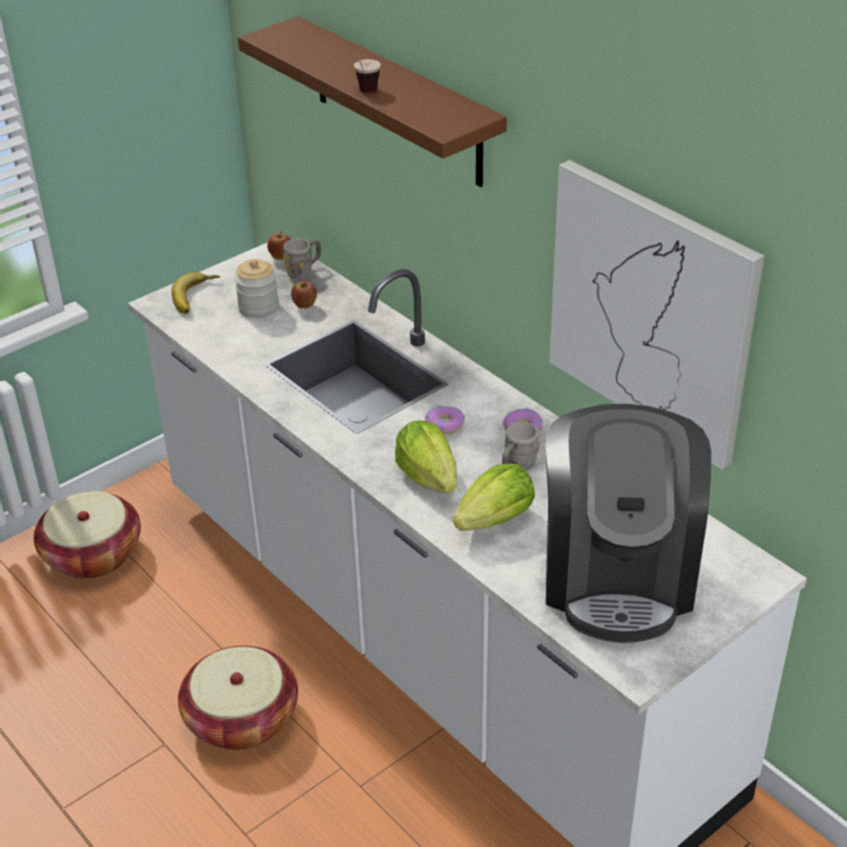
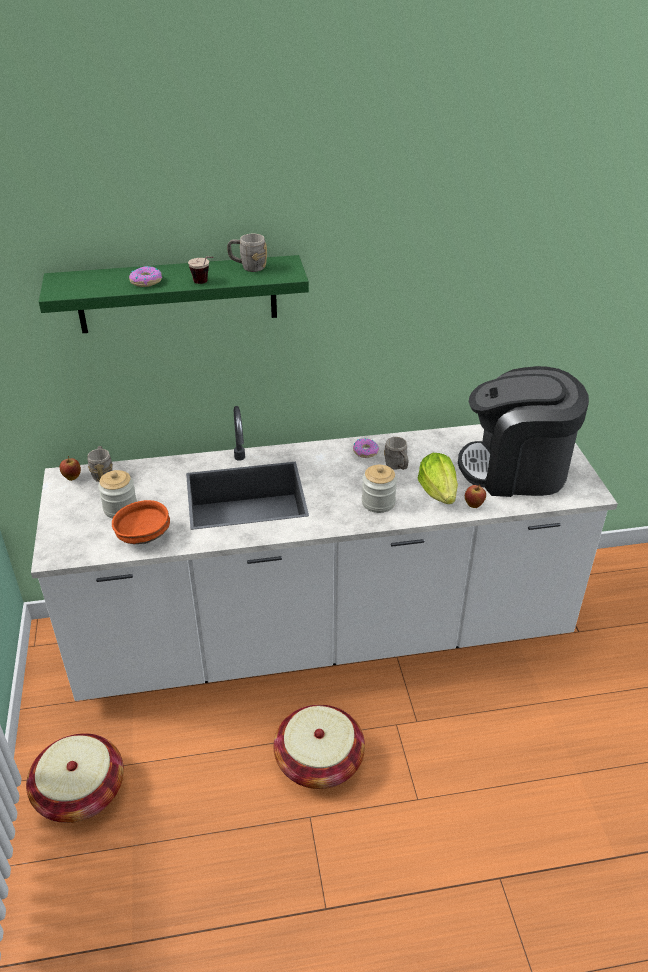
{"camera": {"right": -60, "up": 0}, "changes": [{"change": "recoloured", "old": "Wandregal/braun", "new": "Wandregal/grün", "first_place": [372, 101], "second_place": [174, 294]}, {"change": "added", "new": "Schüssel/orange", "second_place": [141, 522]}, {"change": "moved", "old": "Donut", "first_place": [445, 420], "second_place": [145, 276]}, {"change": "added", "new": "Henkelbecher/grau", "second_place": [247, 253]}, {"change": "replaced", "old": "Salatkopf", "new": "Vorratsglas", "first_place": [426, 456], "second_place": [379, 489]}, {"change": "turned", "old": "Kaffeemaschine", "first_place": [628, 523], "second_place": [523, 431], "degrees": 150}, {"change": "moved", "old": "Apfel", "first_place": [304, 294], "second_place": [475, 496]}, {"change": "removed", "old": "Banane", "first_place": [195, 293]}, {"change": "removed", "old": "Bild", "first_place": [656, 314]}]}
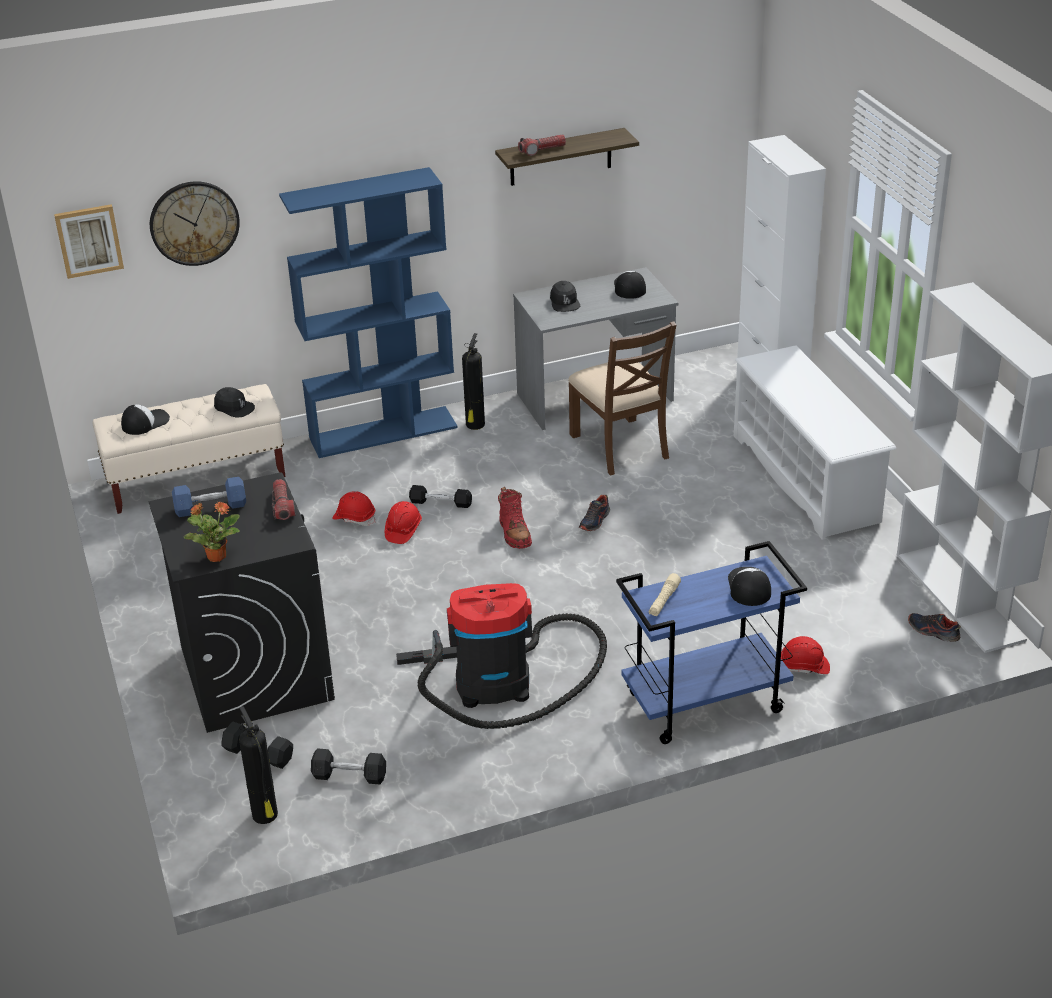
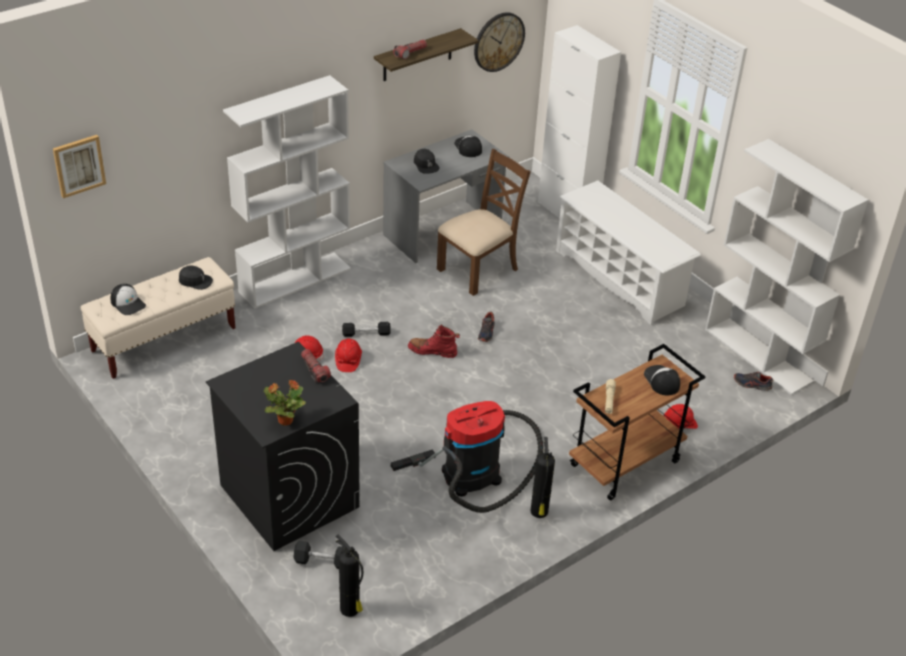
{"camera": {"right": -20, "up": 5}, "changes": [{"change": "turned", "old": "Kappe", "first_place": [145, 419], "second_place": [128, 299], "degrees": 105}, {"change": "recoloured", "old": "Bücherregal/blau", "new": "Bücherregal/weiß", "first_place": [368, 312], "second_place": [287, 192]}, {"change": "turned", "old": "Stiefel/rot", "first_place": [515, 518], "second_place": [434, 341], "degrees": 135}, {"change": "turned", "old": "Stuhl/braun", "first_place": [622, 398], "second_place": [484, 222], "degrees": -90}, {"change": "moved", "old": "Wanduhr", "first_place": [195, 223], "second_place": [499, 42]}, {"change": "moved", "old": "Feuerlöscher", "first_place": [473, 381], "second_place": [542, 477]}, {"change": "recoloured", "old": "Rollwagen/blau", "new": "Rollwagen/braun", "first_place": [711, 642], "second_place": [637, 422]}, {"change": "removed", "old": "Hantel/blau", "first_place": [209, 497]}, {"change": "removed", "old": "Hantel/schwarz", "first_place": [348, 766]}]}
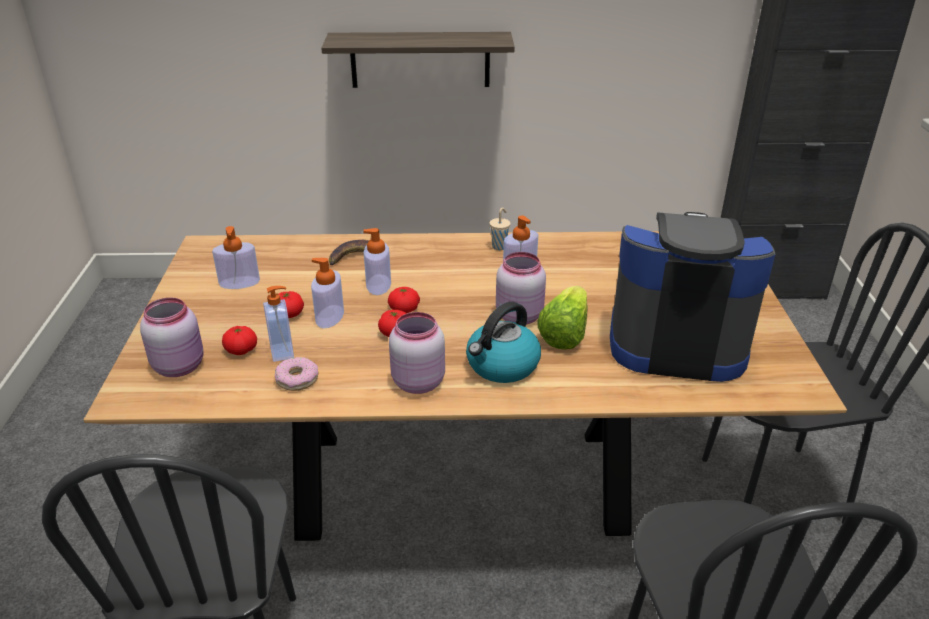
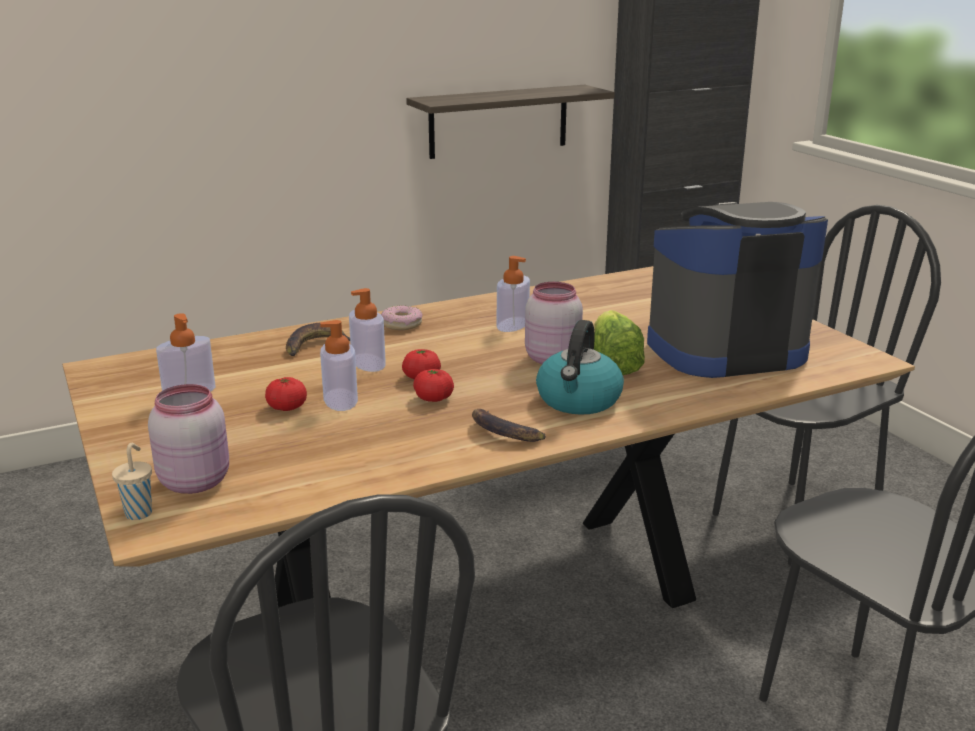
{"camera": {"right": -25, "up": -10}, "changes": [{"change": "moved", "old": "Tasse/beige", "first_place": [500, 229], "second_place": [132, 481]}, {"change": "moved", "old": "Donut", "first_place": [296, 374], "second_place": [402, 317]}, {"change": "moved", "old": "Wandregal", "first_place": [418, 60], "second_place": [510, 122]}, {"change": "replaced", "old": "Vorratsglas/rosa", "new": "Banane", "first_place": [417, 353], "second_place": [509, 425]}, {"change": "removed", "old": "Tomate", "first_place": [239, 340]}, {"change": "removed", "old": "Seifenspender", "first_place": [278, 324]}]}
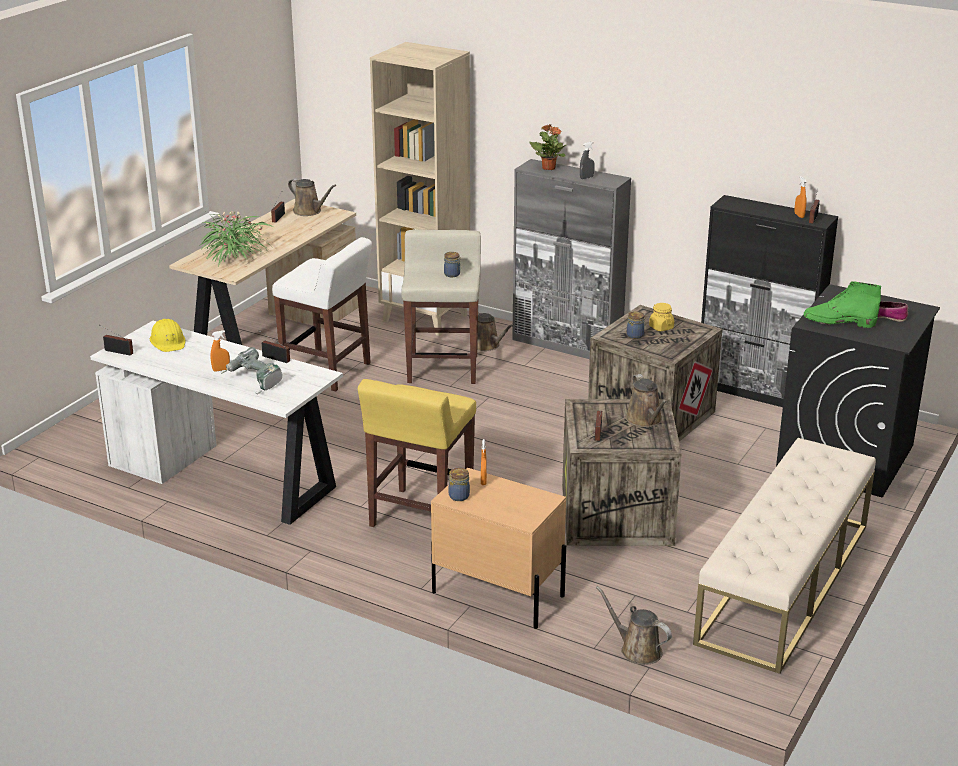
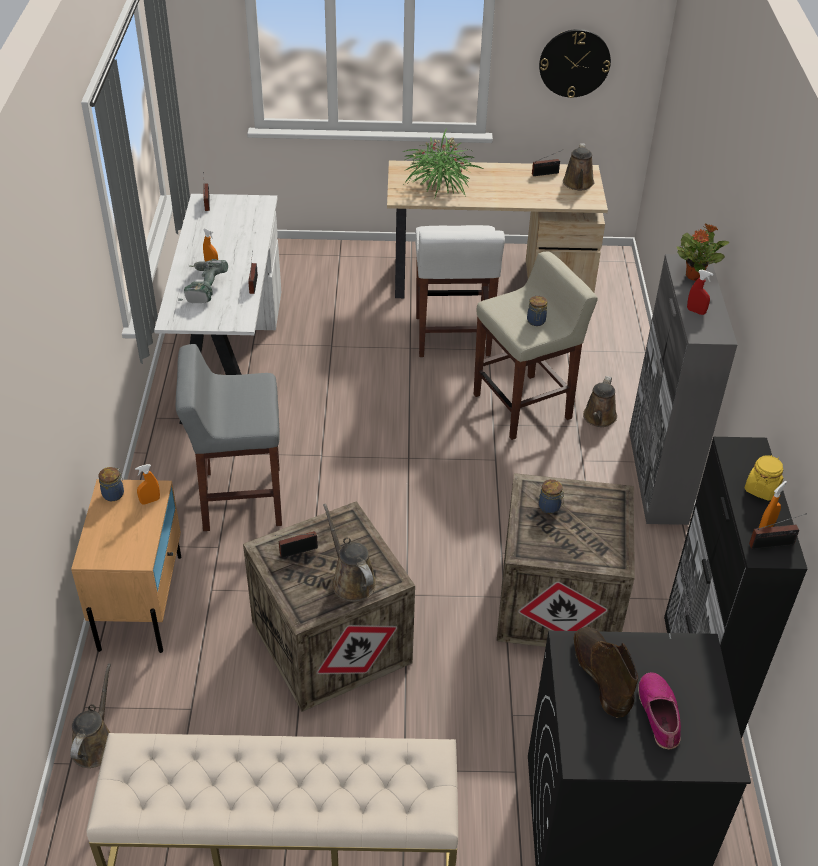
{"camera": {"right": 60, "up": 15}, "changes": [{"change": "recoloured", "old": "Hocker/gelb", "new": "Hocker/grau", "first_place": [417, 453], "second_place": [229, 437]}, {"change": "turned", "old": "Gießkanne/braun", "first_place": [646, 400], "second_place": [349, 552], "degrees": 105}, {"change": "added", "new": "Wanduhr", "second_place": [575, 63]}, {"change": "recoloured", "old": "Stiefel/grün", "new": "Stiefel/braun", "first_place": [842, 304], "second_place": [606, 672]}, {"change": "recoloured", "old": "Sprühflasche/grau", "new": "Sprühflasche/rot", "first_place": [587, 160], "second_place": [700, 292]}, {"change": "moved", "old": "Vorratsglas/gelb", "first_place": [661, 317], "second_place": [764, 478]}, {"change": "removed", "old": "Schutzhelm/gelb", "first_place": [167, 335]}, {"change": "removed", "old": "Bücherregal/beige", "first_place": [420, 189]}]}
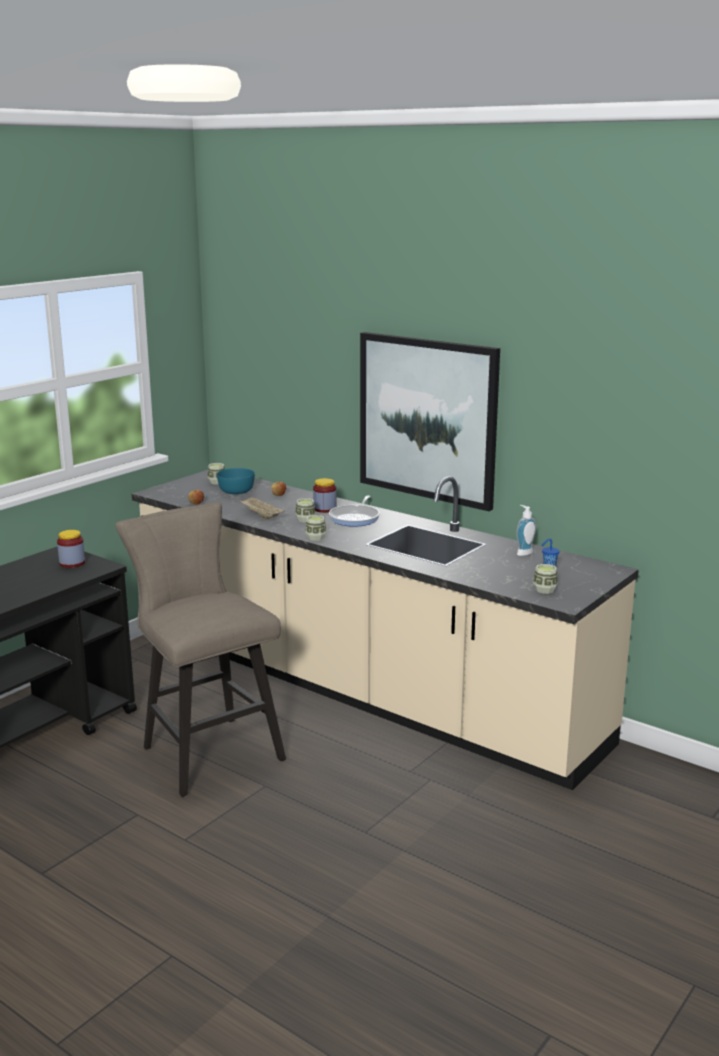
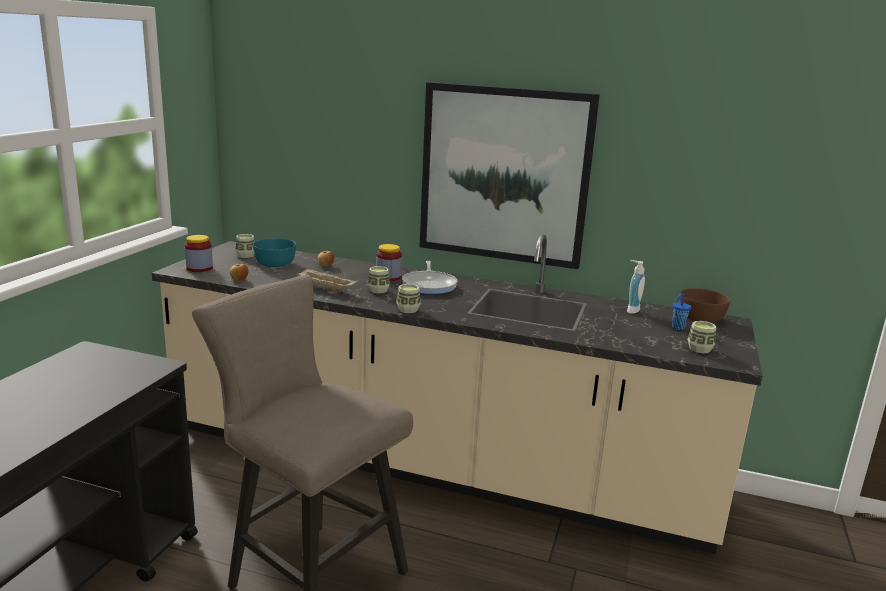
{"camera": {"right": -20, "up": 0}, "changes": [{"change": "moved", "old": "Vorratsglas", "first_place": [71, 549], "second_place": [199, 253]}, {"change": "added", "new": "Schüssel/braun", "second_place": [705, 305]}]}
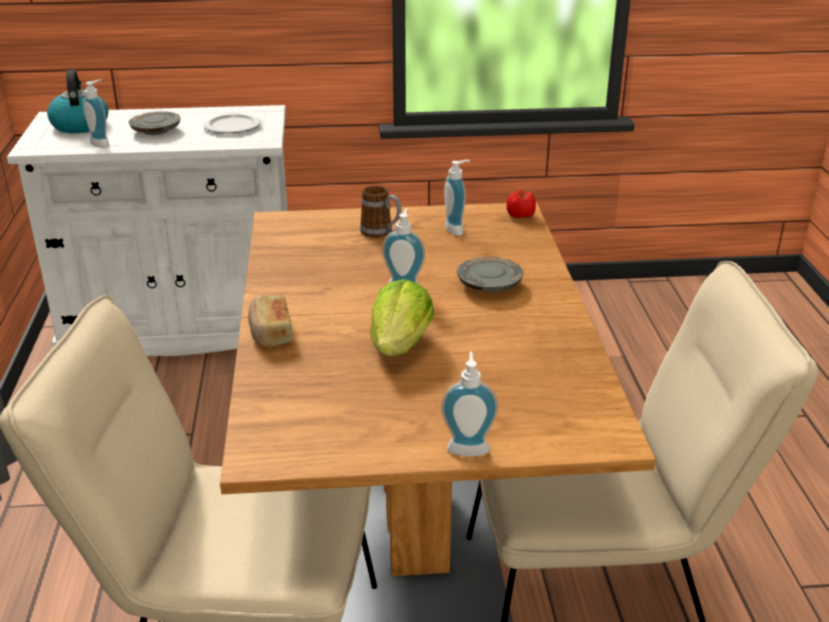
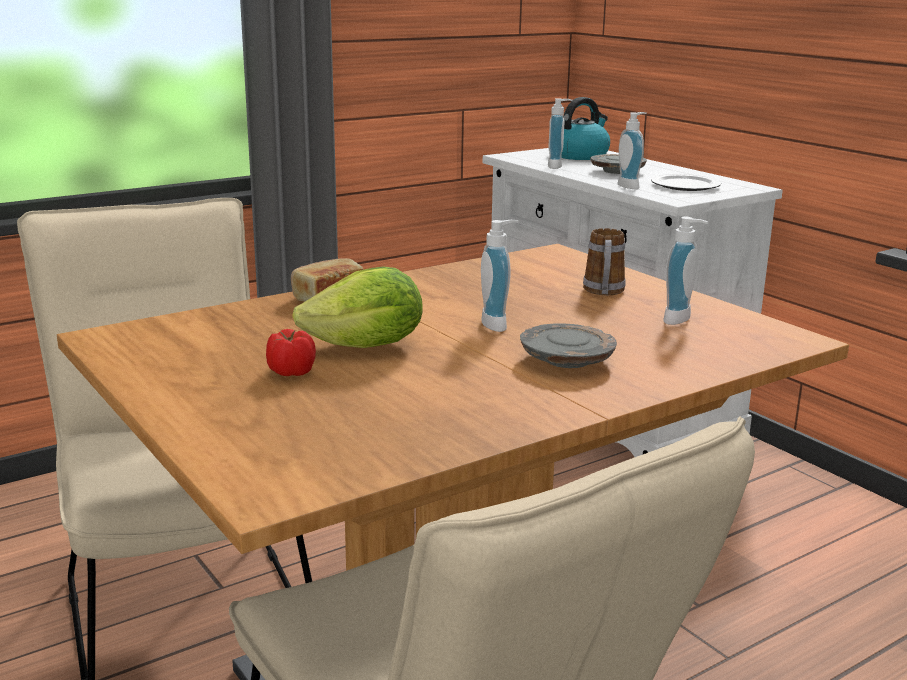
{"camera": {"right": 60, "up": -10}, "changes": [{"change": "moved", "old": "Tomate", "first_place": [521, 204], "second_place": [291, 352]}, {"change": "moved", "old": "Seifenspender", "first_place": [469, 404], "second_place": [632, 150]}]}
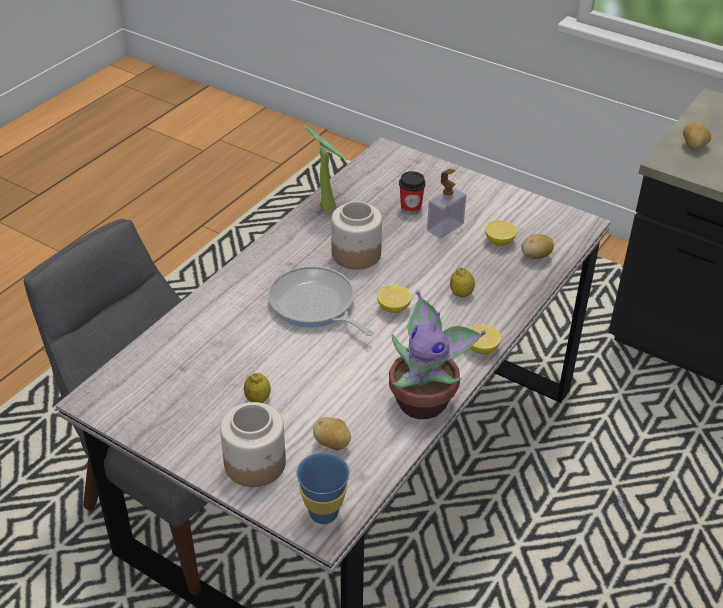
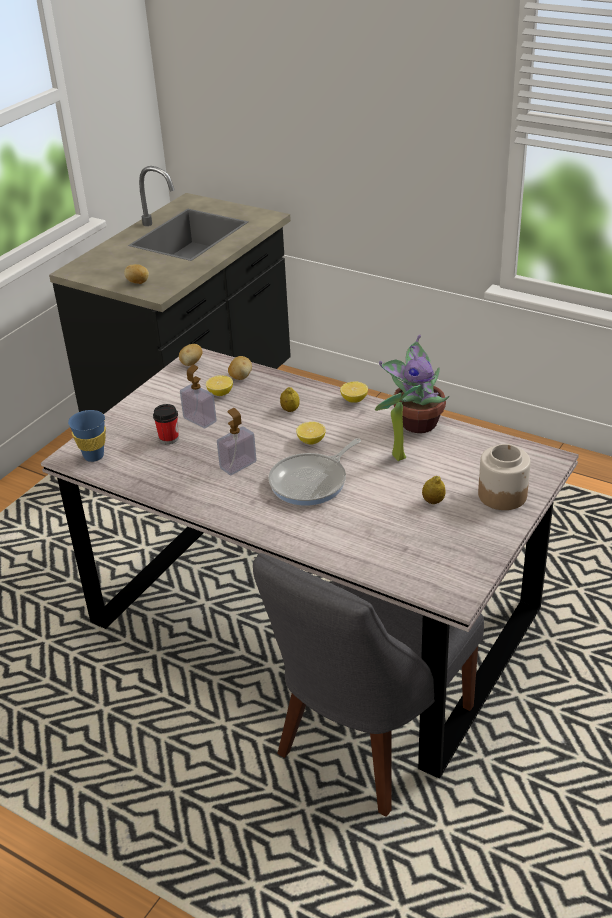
{"camera": {"right": -90, "up": -5}, "changes": [{"change": "moved", "old": "Tasse/blau", "first_place": [323, 488], "second_place": [87, 436]}, {"change": "moved", "old": "Kartoffel", "first_place": [332, 433], "second_place": [191, 355]}, {"change": "replaced", "old": "Vorratsglas", "new": "Seifenspender", "first_place": [356, 235], "second_place": [237, 441]}, {"change": "moved", "old": "Topfpflanze", "first_place": [326, 168], "second_place": [398, 423]}]}
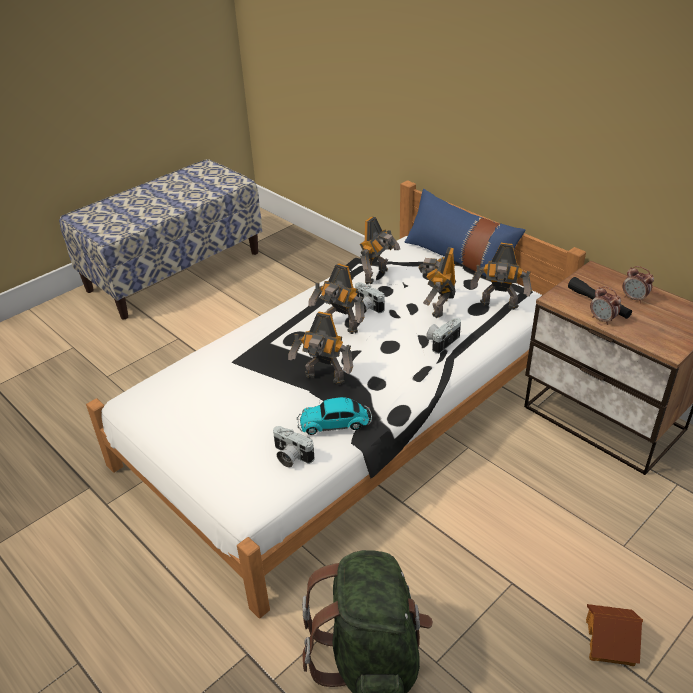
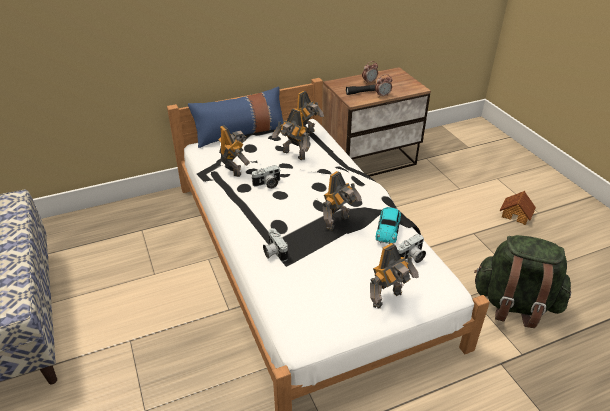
{"camera": {"right": -70, "up": 0}, "changes": [{"change": "moved", "old": "Kamera", "first_place": [443, 336], "second_place": [275, 245]}, {"change": "moved", "old": "Spielzeugroboter", "first_place": [336, 298], "second_place": [394, 275]}]}
